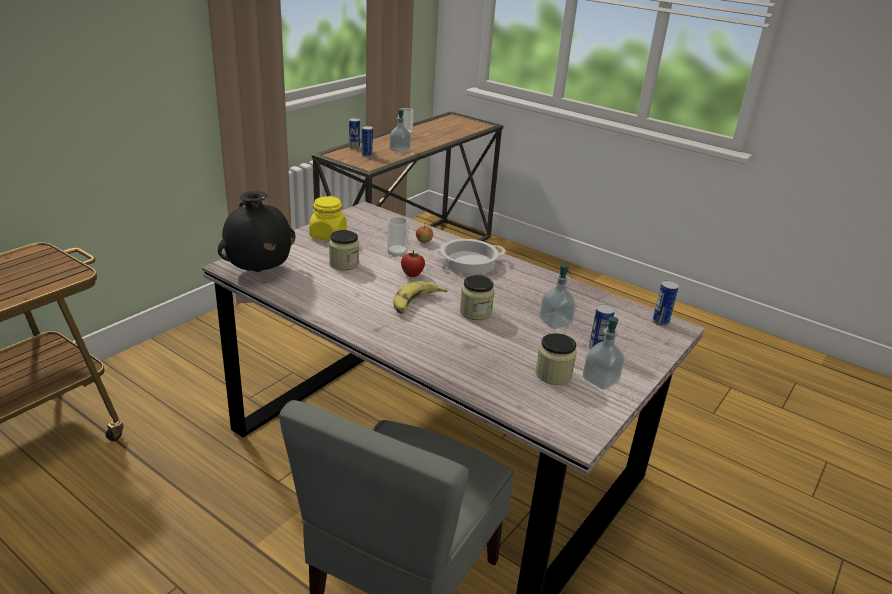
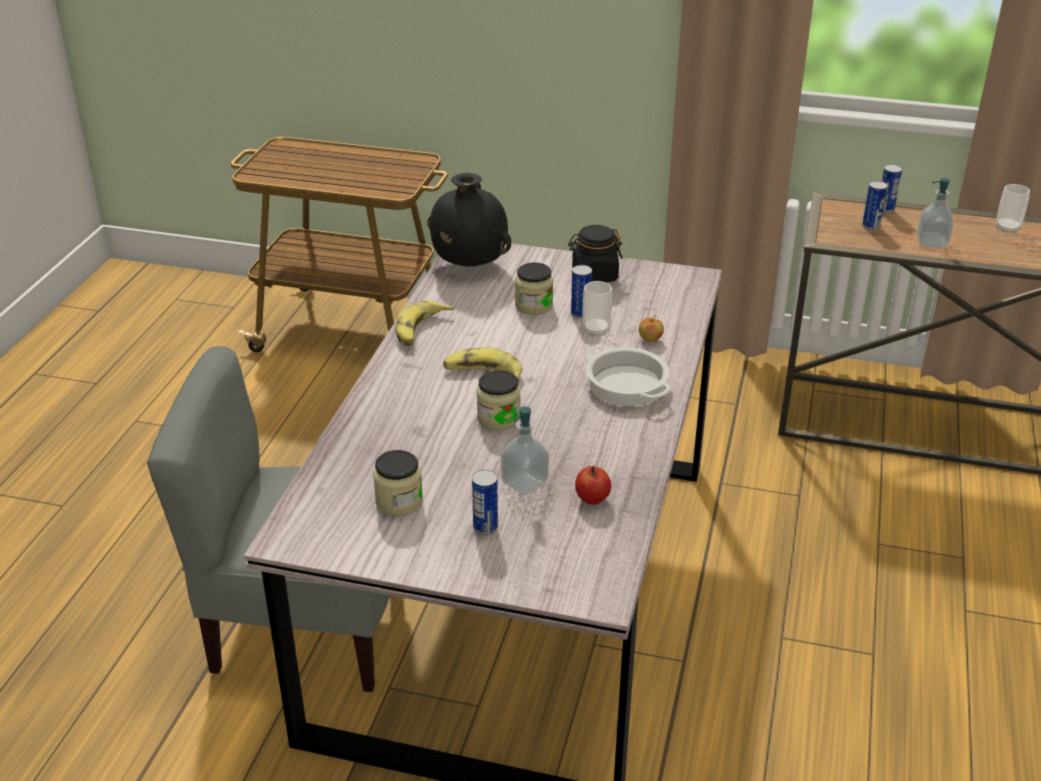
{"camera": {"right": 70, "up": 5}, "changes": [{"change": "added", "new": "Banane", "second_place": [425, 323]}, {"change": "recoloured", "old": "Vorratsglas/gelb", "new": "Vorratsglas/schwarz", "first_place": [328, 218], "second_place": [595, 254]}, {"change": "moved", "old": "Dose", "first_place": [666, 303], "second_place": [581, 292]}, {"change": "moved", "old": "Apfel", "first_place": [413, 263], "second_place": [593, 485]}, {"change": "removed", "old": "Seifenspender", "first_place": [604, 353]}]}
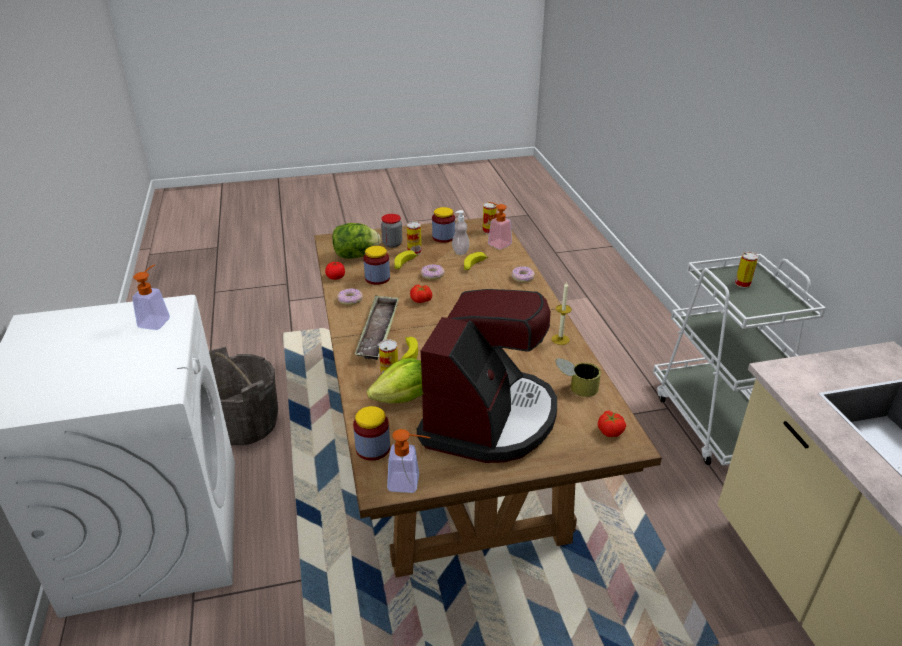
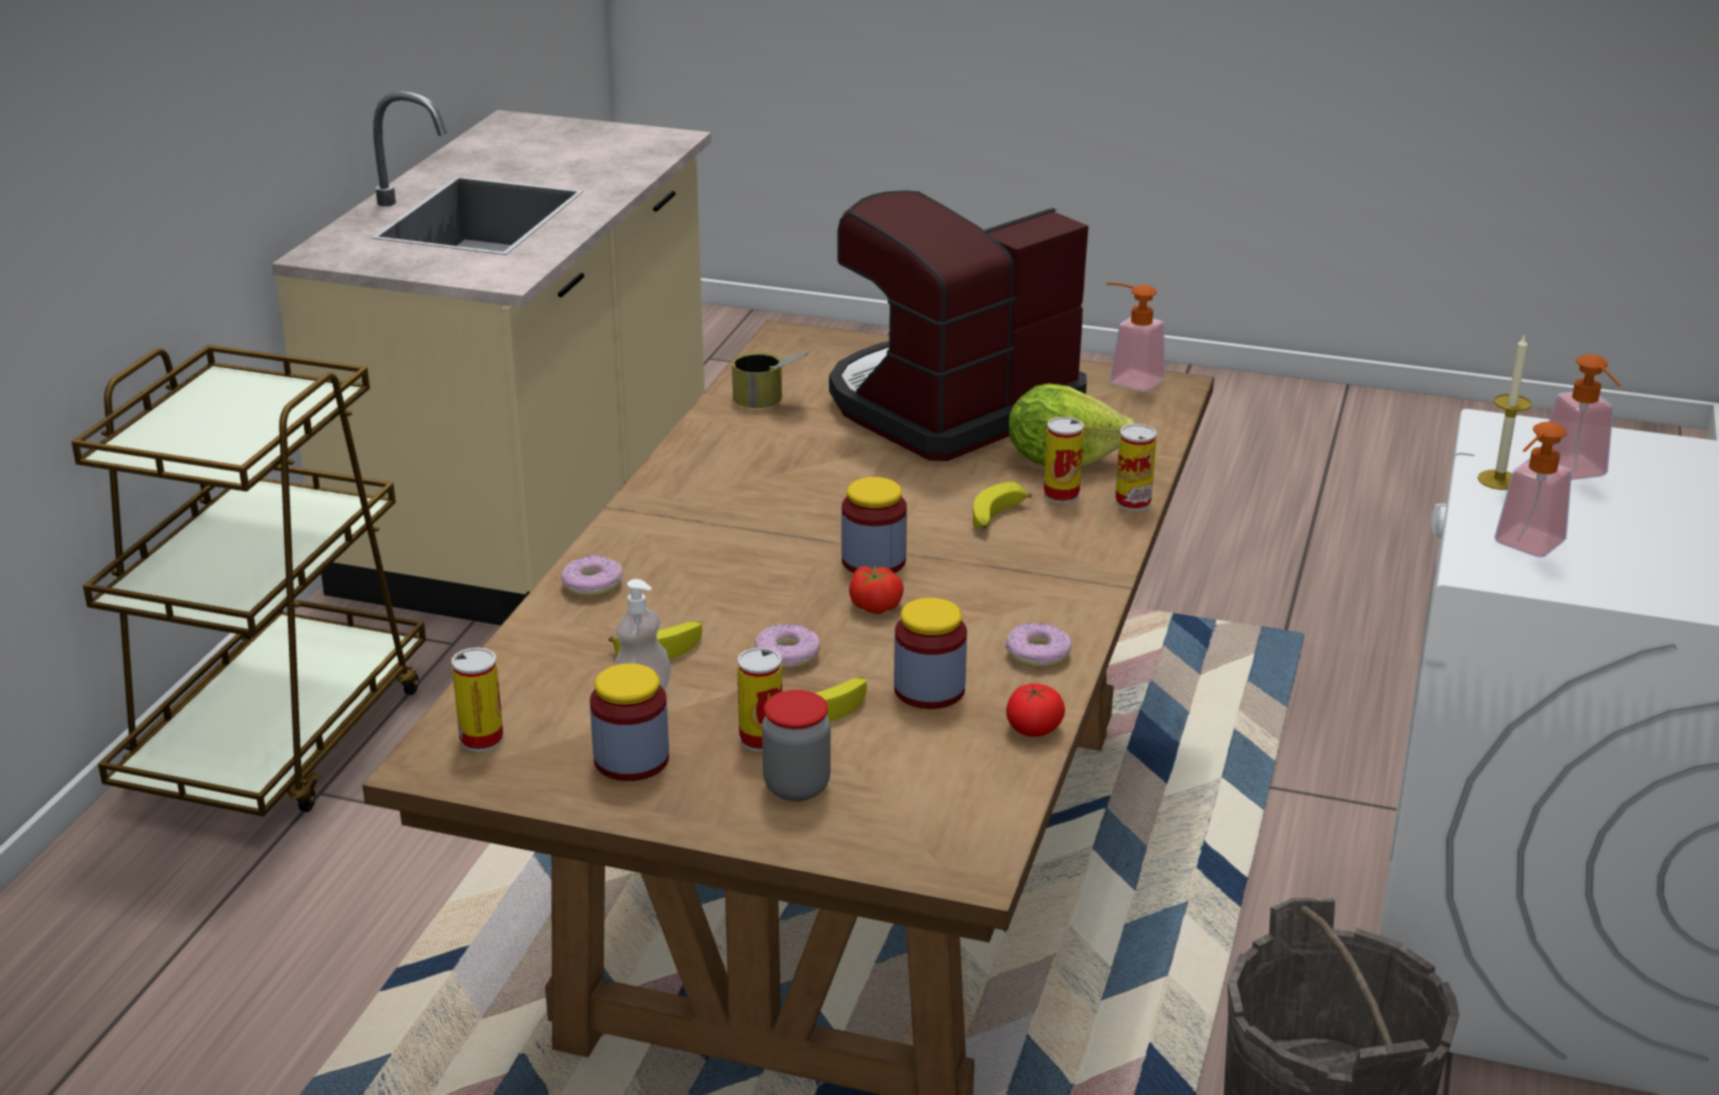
{"camera": {"right": -150, "up": -5}, "changes": [{"change": "recoloured", "old": "Rollwagen/weiß", "new": "Rollwagen/braun", "first_place": [739, 360], "second_place": [248, 581]}, {"change": "moved", "old": "Vorratsglas", "first_place": [371, 433], "second_place": [874, 525]}, {"change": "moved", "old": "Dose", "first_place": [746, 270], "second_place": [1136, 467]}, {"change": "moved", "old": "Kerze", "first_place": [561, 313], "second_place": [1505, 412]}, {"change": "moved", "old": "Seifenspender", "first_place": [500, 225], "second_place": [1581, 417]}, {"change": "removed", "old": "Salatkopf", "first_place": [356, 241]}, {"change": "removed", "old": "Tablett", "first_place": [377, 327]}, {"change": "removed", "old": "Tomate", "first_place": [612, 424]}]}
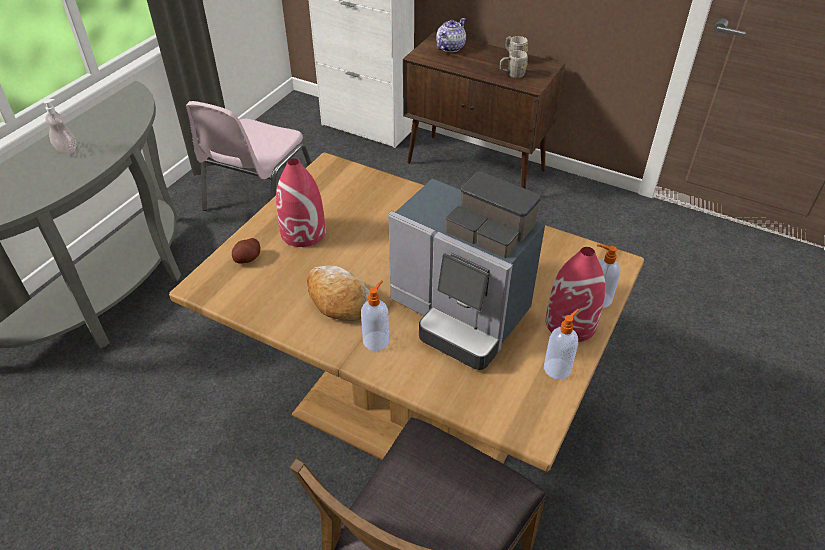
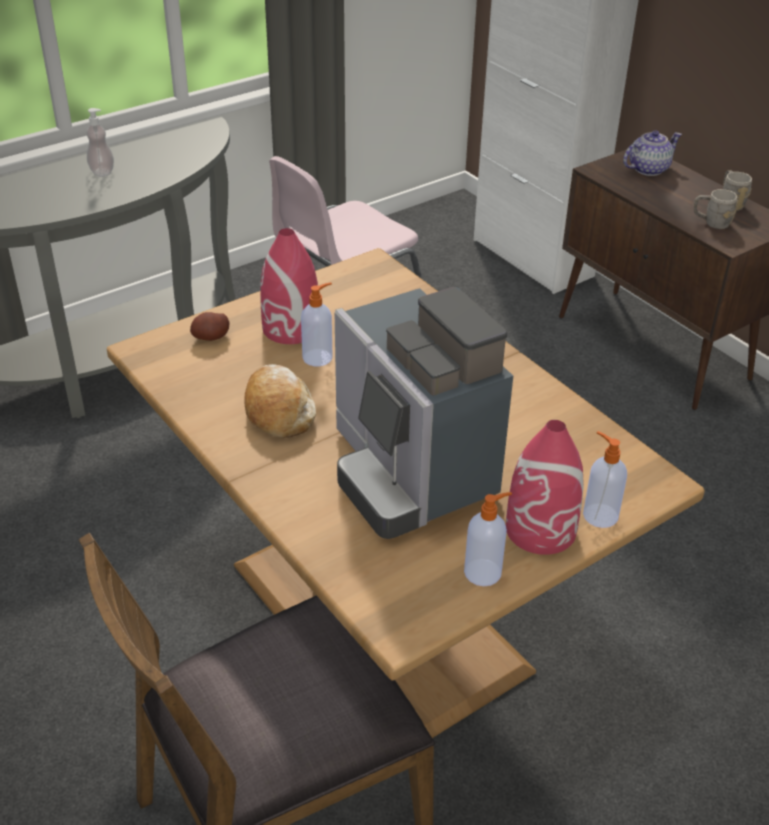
{"camera": {"right": 25, "up": -5}, "changes": [{"change": "moved", "old": "Seifenspender", "first_place": [375, 315], "second_place": [316, 324]}]}
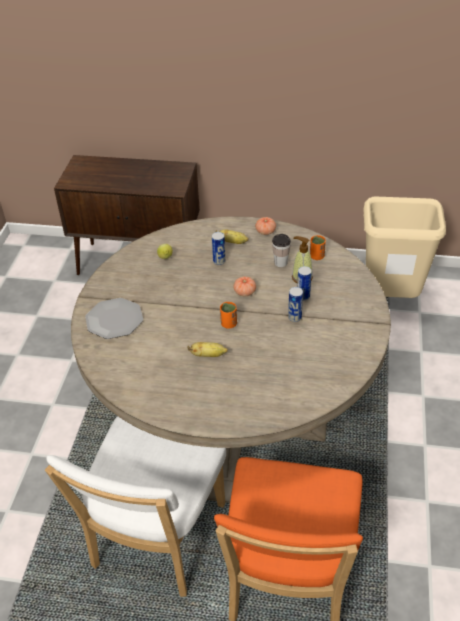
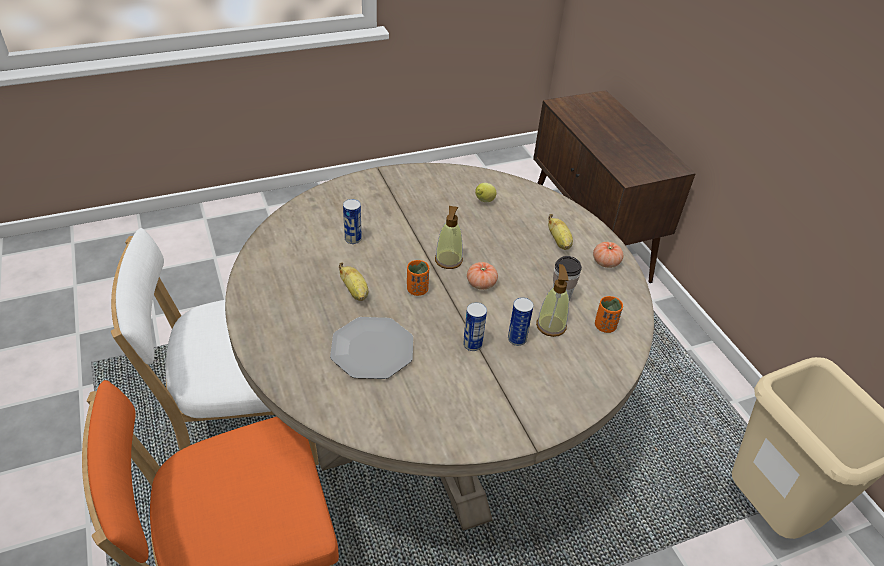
{"camera": {"right": 55, "up": 0}, "changes": [{"change": "moved", "old": "Teller", "first_place": [114, 318], "second_place": [371, 348]}, {"change": "moved", "old": "Dose", "first_place": [218, 248], "second_place": [352, 221]}, {"change": "added", "new": "Seifenspender", "second_place": [449, 237]}]}
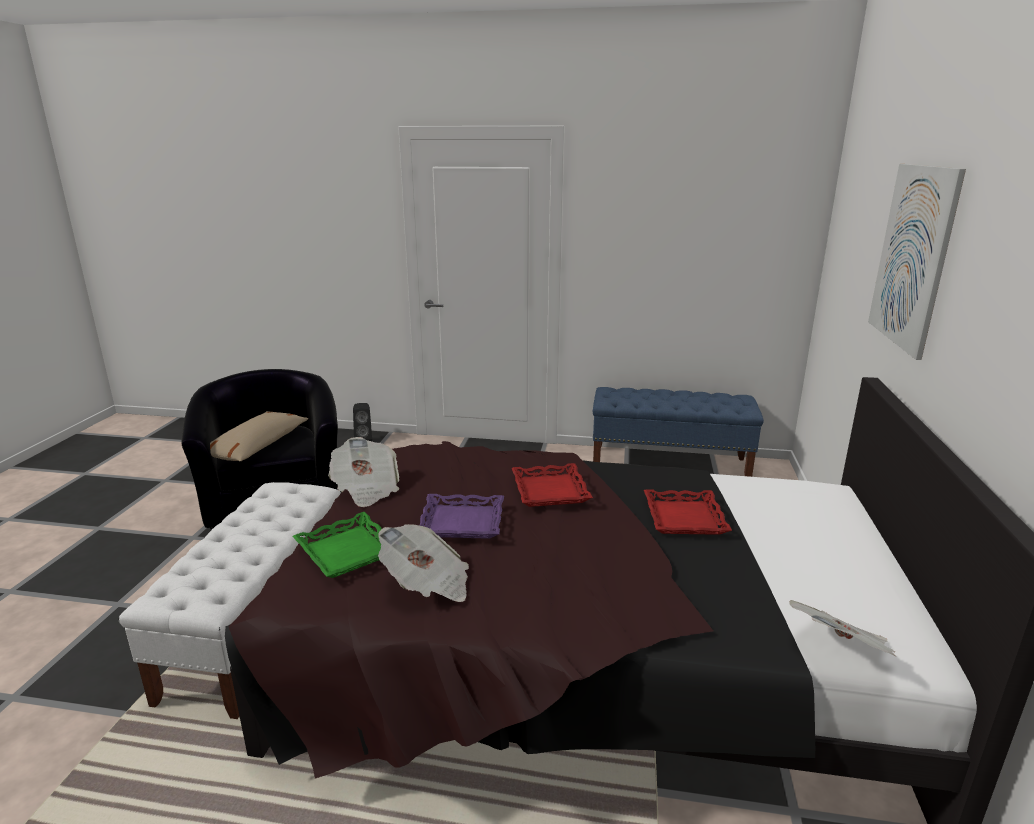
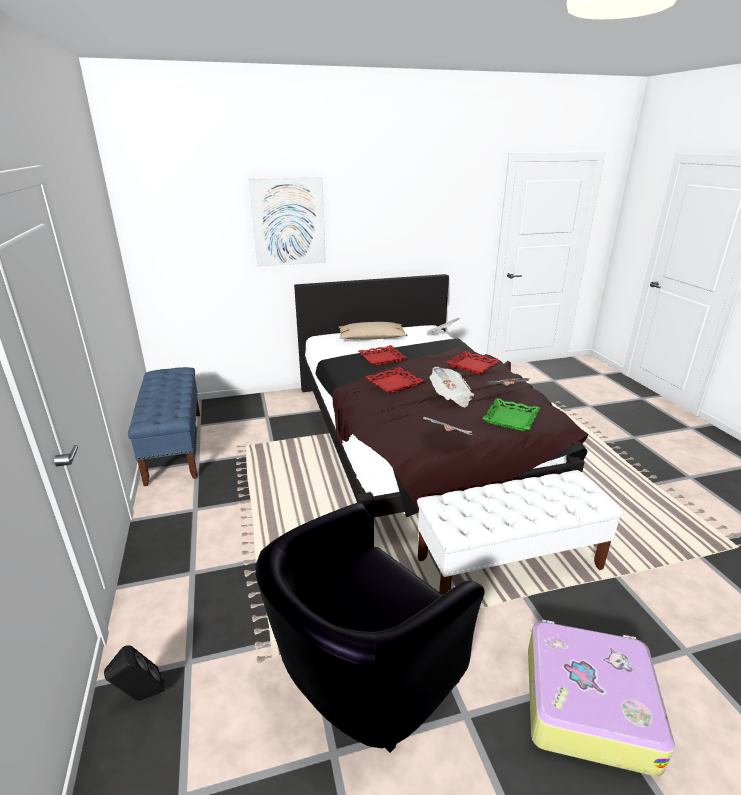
{"camera": {"right": -115, "up": 5}, "changes": [{"change": "moved", "old": "Kissen/beige", "first_place": [259, 436], "second_place": [373, 331]}, {"change": "replaced", "old": "Tablett/lila", "new": "Zeitung", "first_place": [461, 516], "second_place": [452, 387]}, {"change": "added", "new": "Tablett/rot", "second_place": [473, 363]}, {"change": "added", "new": "Koffer", "second_place": [601, 698]}]}
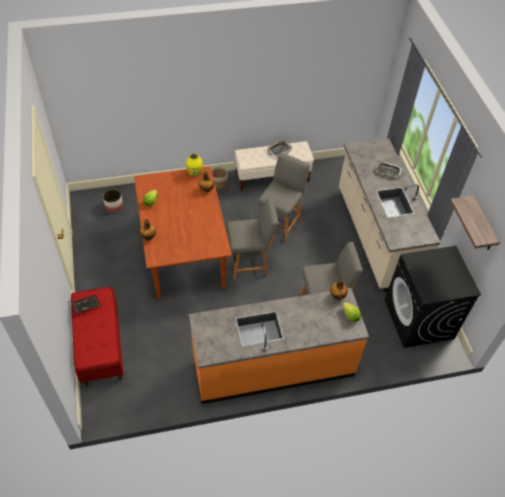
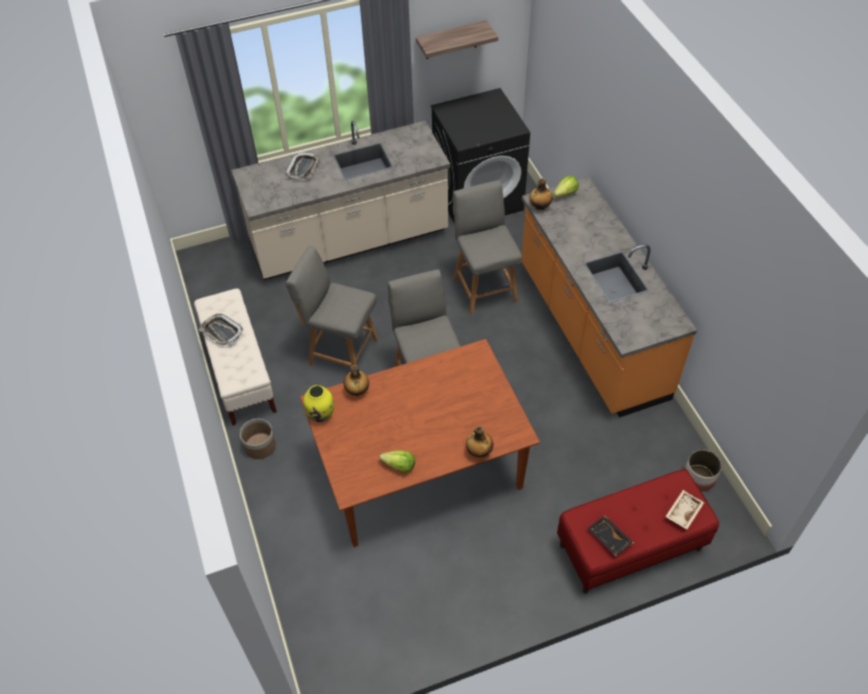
{"camera": {"right": -95, "up": 0}, "changes": [{"change": "added", "new": "Tablett/beige", "second_place": [684, 509]}, {"change": "moved", "old": "Pflanzkübel", "first_place": [113, 201], "second_place": [703, 470]}]}
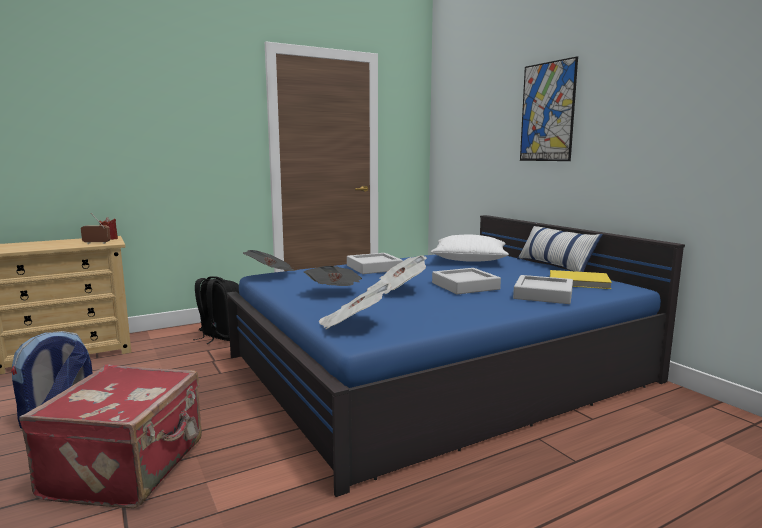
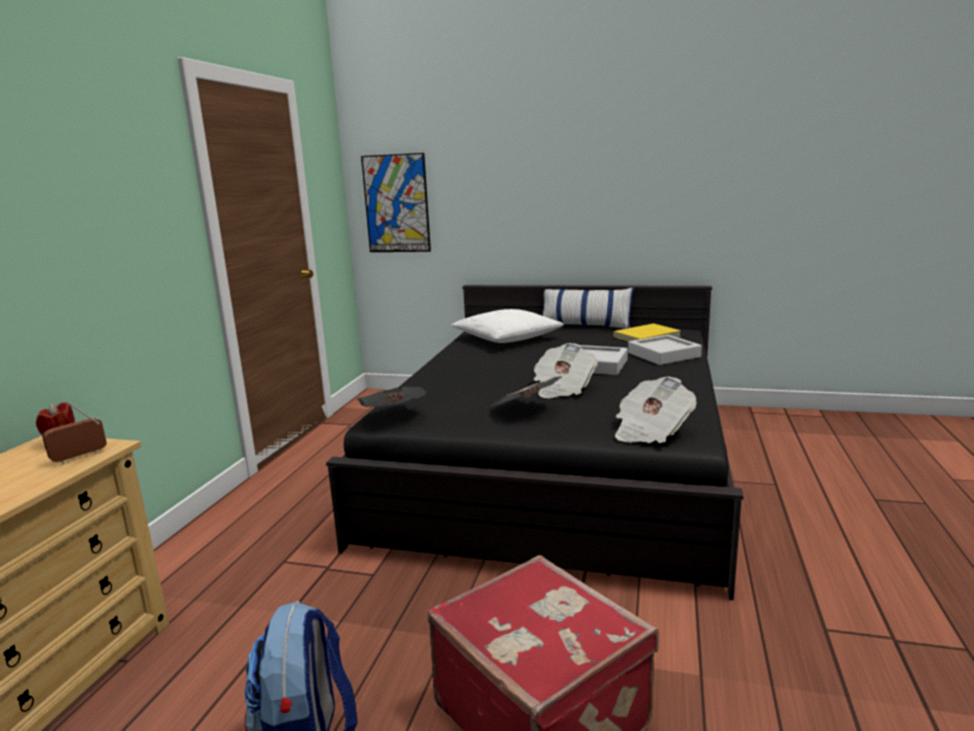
{"camera": {"right": -45, "up": 5}, "changes": [{"change": "recoloured", "old": "Bett/blau", "new": "Bett/schwarz", "first_place": [456, 356], "second_place": [534, 442]}, {"change": "moved", "old": "Bild", "first_place": [549, 108], "second_place": [396, 202]}, {"change": "removed", "old": "Rucksack/schwarz", "first_place": [216, 310]}, {"change": "removed", "old": "Tablett/grau", "first_place": [375, 263]}]}
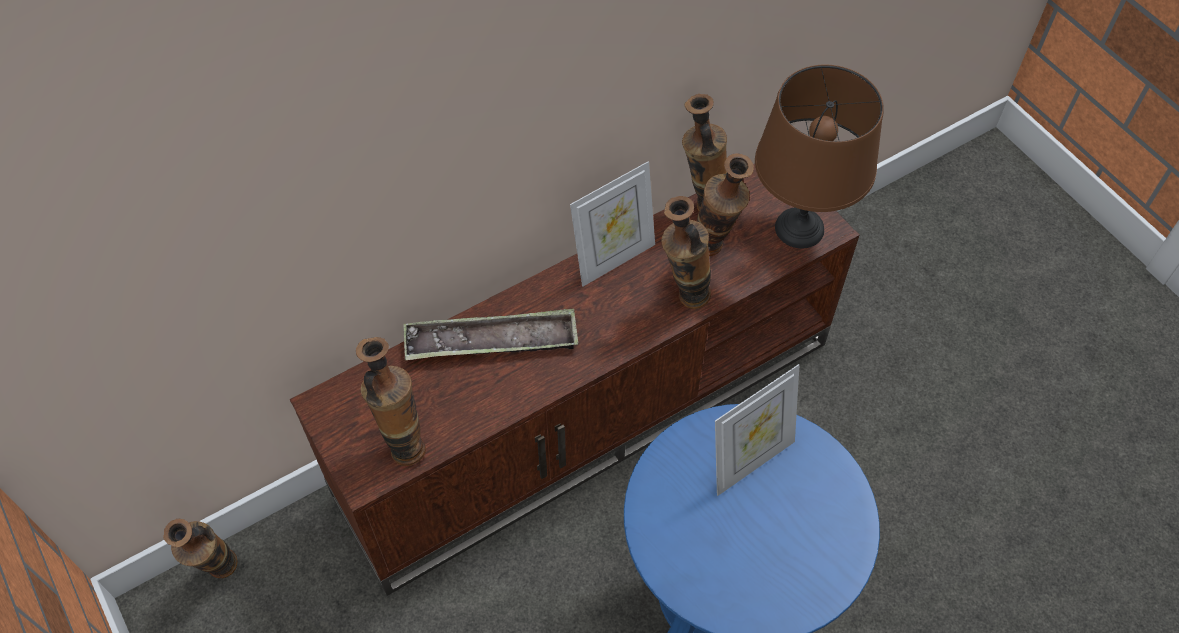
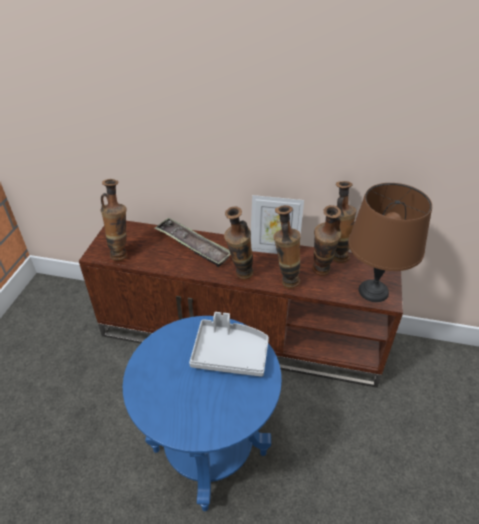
{"camera": {"right": 45, "up": -15}, "changes": [{"change": "replaced", "old": "Bilderrahmen", "new": "Tablett/grau", "first_place": [757, 430], "second_place": [229, 344]}, {"change": "moved", "old": "Vase", "first_place": [200, 548], "second_place": [239, 243]}]}
